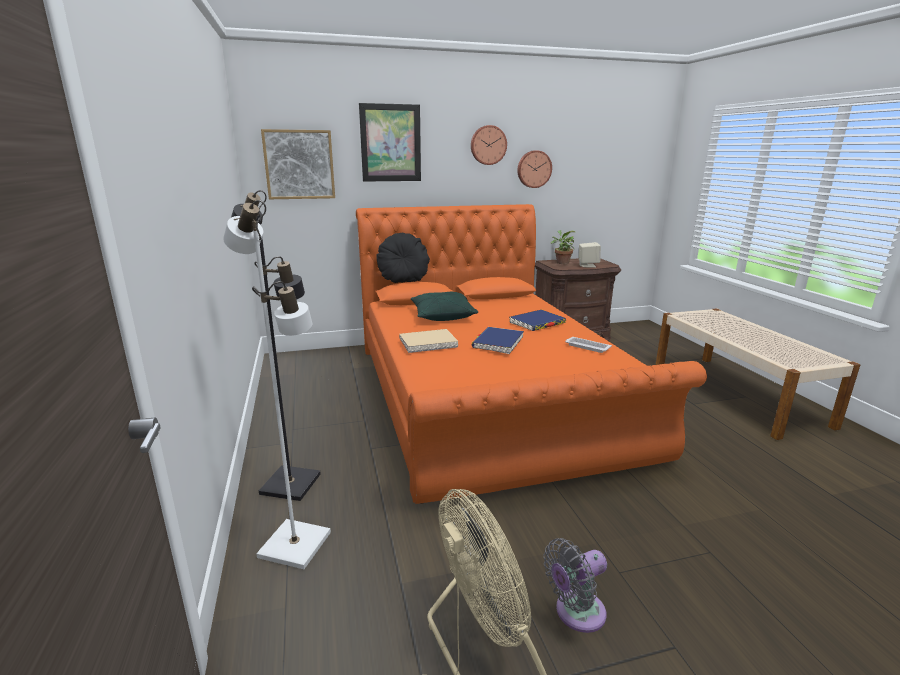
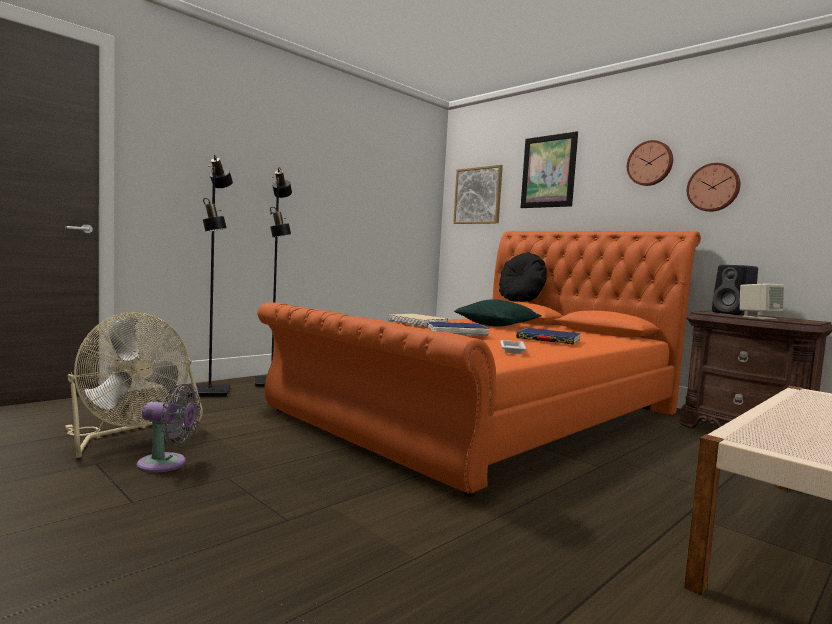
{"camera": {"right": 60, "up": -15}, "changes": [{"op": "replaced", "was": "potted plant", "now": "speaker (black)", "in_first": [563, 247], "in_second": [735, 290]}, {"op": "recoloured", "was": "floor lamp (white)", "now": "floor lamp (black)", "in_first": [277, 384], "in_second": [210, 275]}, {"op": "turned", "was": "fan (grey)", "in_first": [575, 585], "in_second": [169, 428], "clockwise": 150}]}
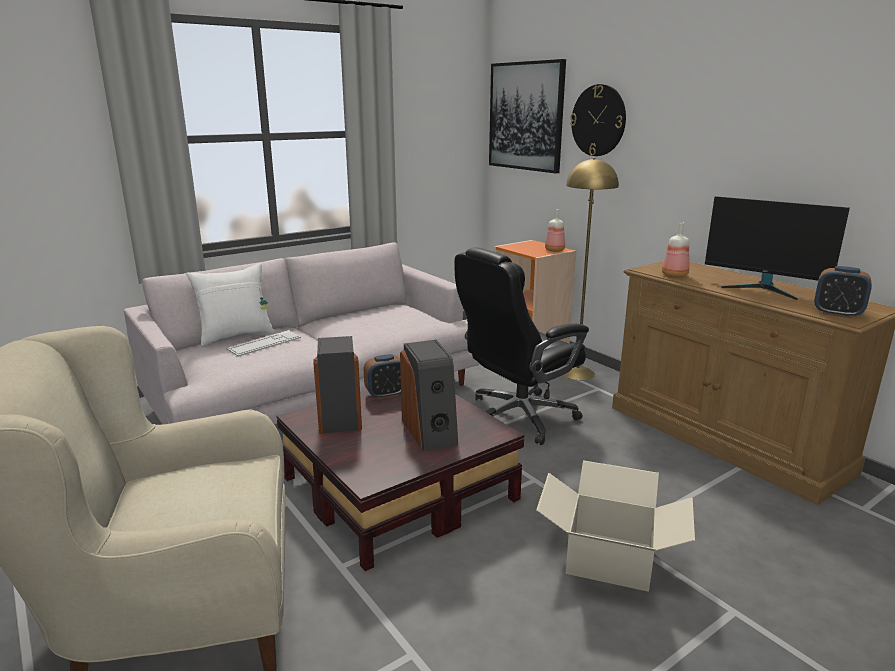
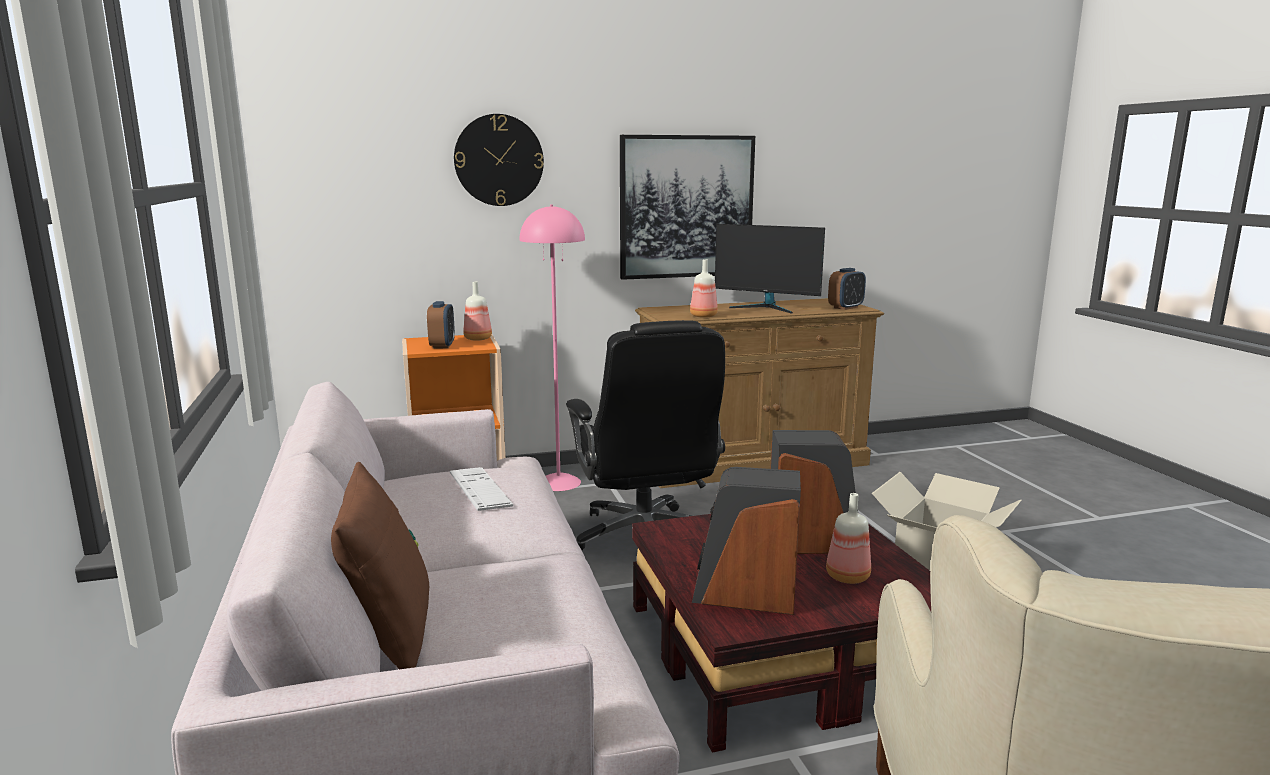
{"camera": {"right": -70, "up": -5}, "changes": [{"op": "added", "now": "bottle", "in_second": [848, 538]}, {"op": "moved", "was": "keyboard", "in_first": [263, 343], "in_second": [481, 489]}, {"op": "moved", "was": "alarm clock", "in_first": [382, 376], "in_second": [441, 324]}, {"op": "moved", "was": "picture", "in_first": [527, 116], "in_second": [687, 207]}, {"op": "recoloured", "was": "pillow (white)", "now": "pillow (brown)", "in_first": [230, 305], "in_second": [380, 565]}, {"op": "recoloured", "was": "floor lamp (yellow)", "now": "floor lamp (pink)", "in_first": [591, 269], "in_second": [552, 348]}, {"op": "turned", "was": "monitor", "in_first": [777, 248], "in_second": [770, 269], "clockwise": 60}]}
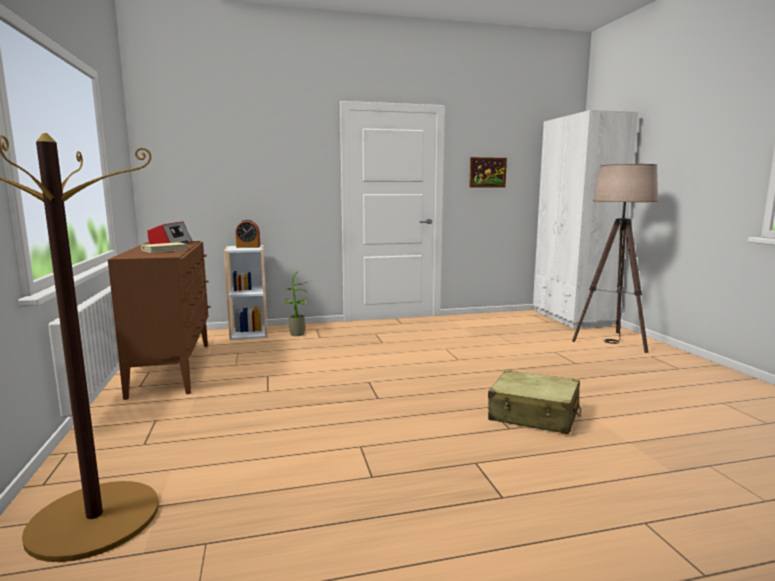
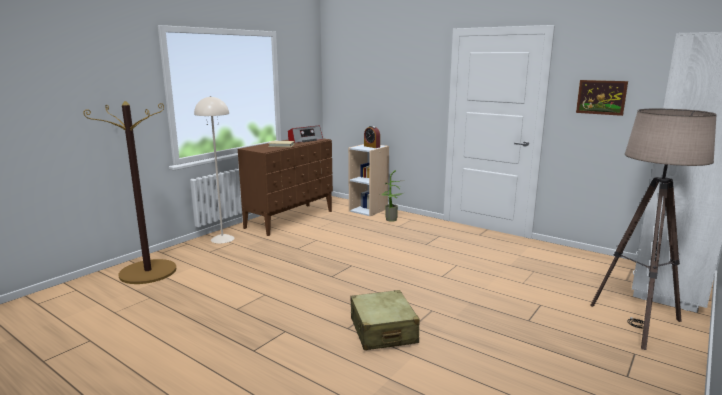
{"camera": {"right": 50, "up": 5}, "changes": [{"op": "added", "now": "floor lamp (beige)", "in_second": [214, 169]}]}
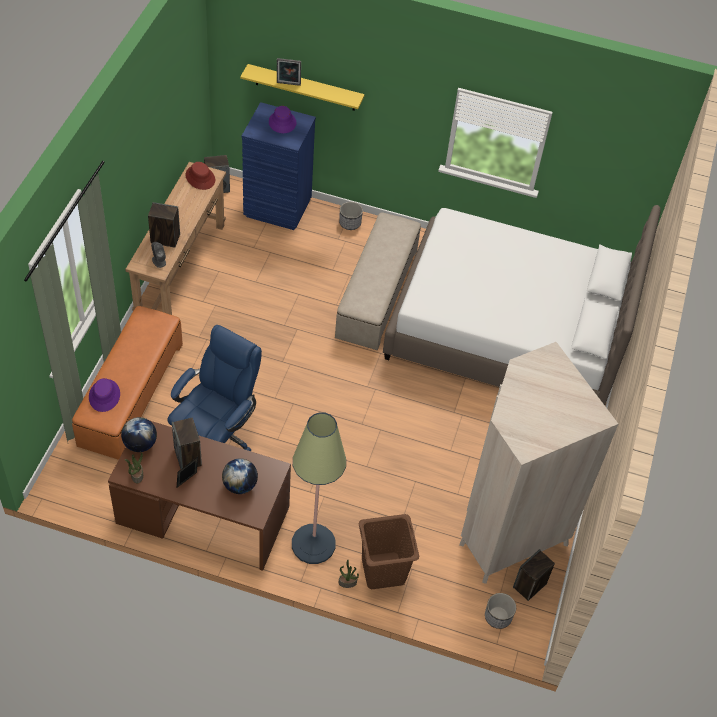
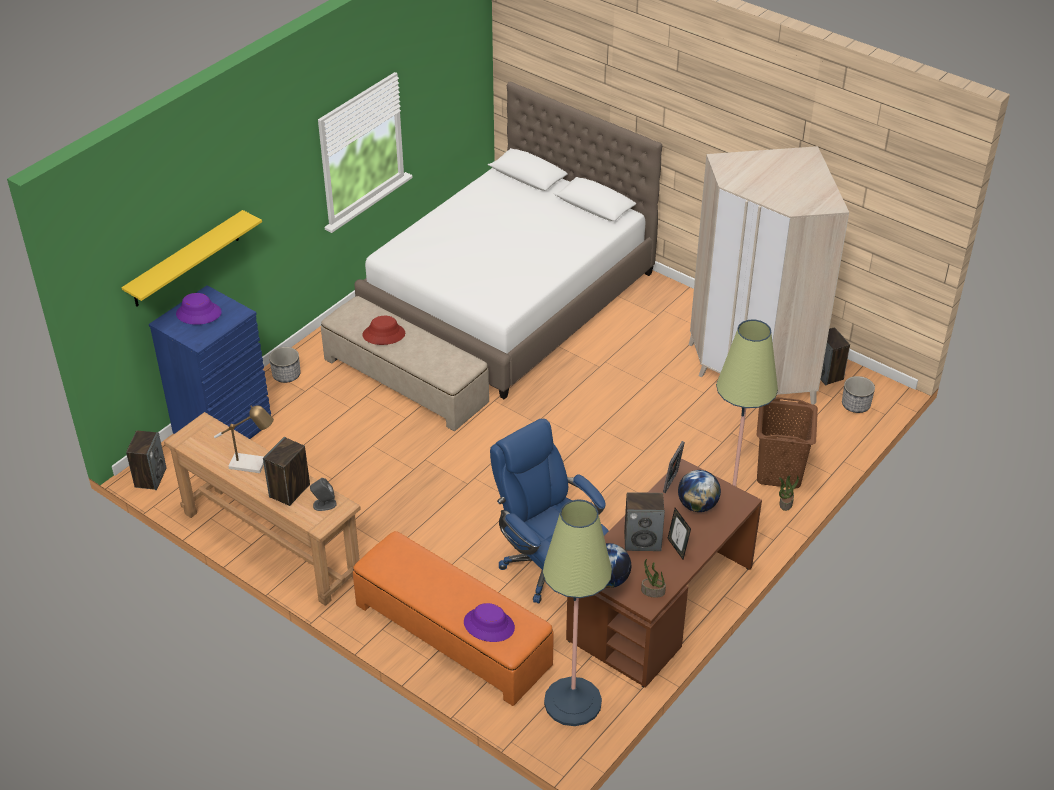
{"camera": {"right": -65, "up": -10}, "changes": [{"op": "added", "now": "table lamp", "in_second": [244, 439]}, {"op": "added", "now": "floor lamp", "in_second": [577, 612]}, {"op": "moved", "was": "hat (red)", "in_first": [200, 176], "in_second": [383, 330]}, {"op": "moved", "was": "picture frame", "in_first": [289, 72], "in_second": [674, 467]}]}
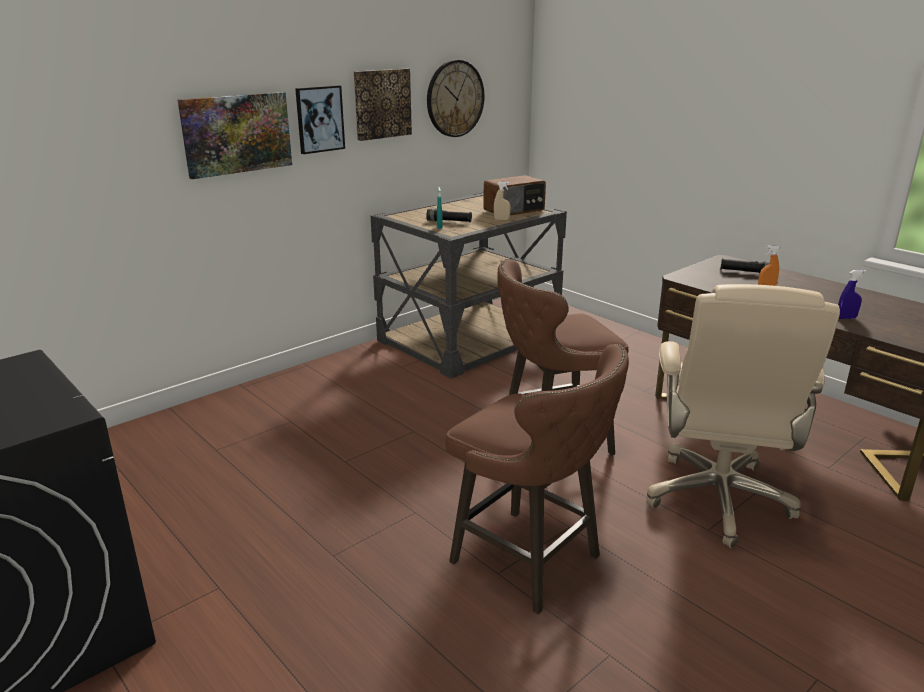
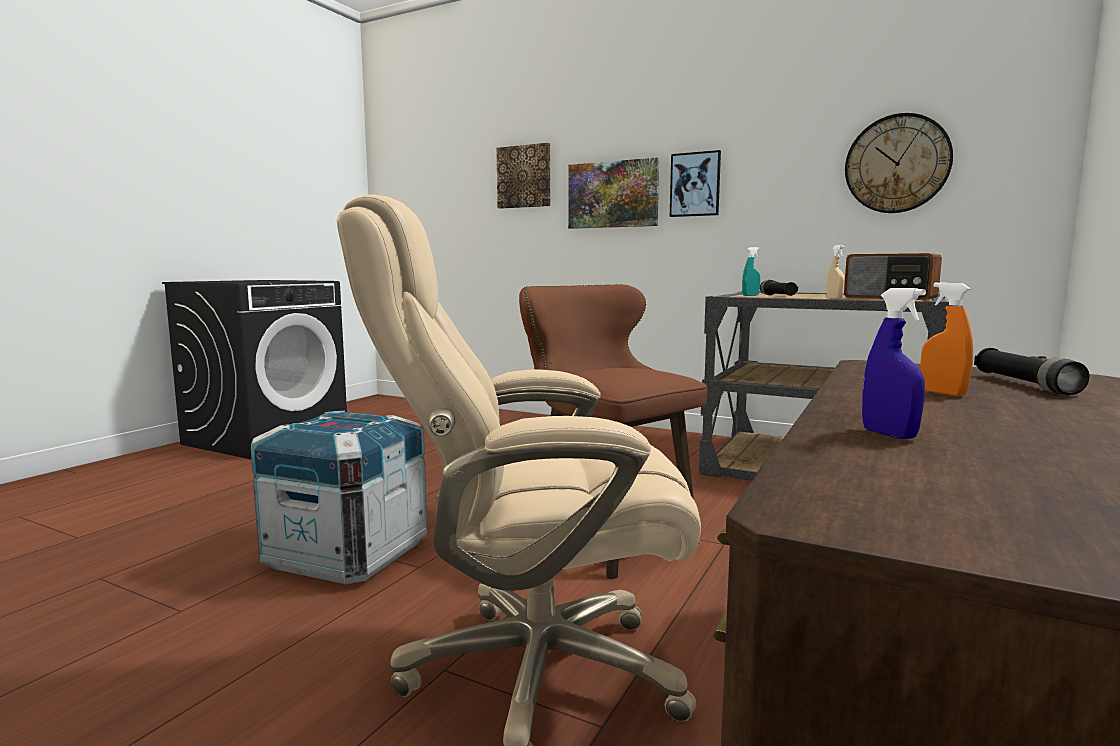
{"camera": {"right": 70, "up": -15}, "changes": [{"op": "moved", "was": "picture", "in_first": [383, 104], "in_second": [524, 176]}, {"op": "replaced", "was": "stool (brown)", "now": "crate", "in_first": [537, 479], "in_second": [339, 498]}]}
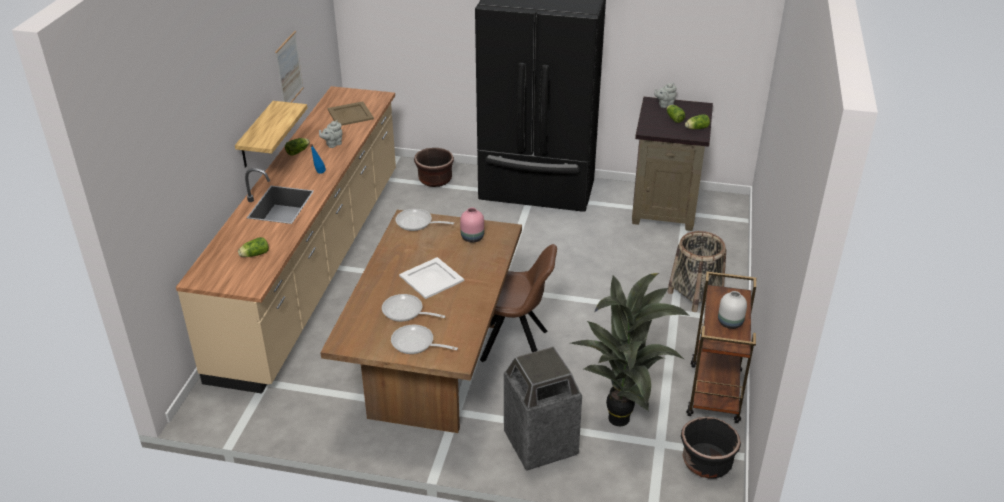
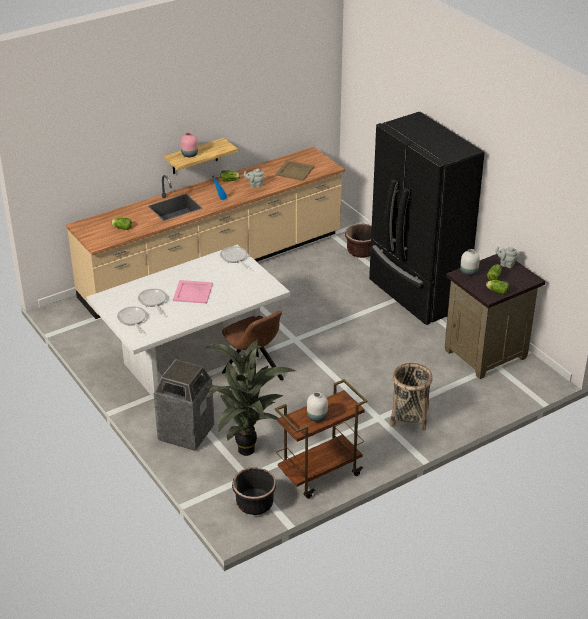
{"camera": {"right": 45, "up": 0}, "changes": [{"op": "removed", "was": "picture", "in_first": [289, 67]}, {"op": "added", "now": "vase (white)", "in_second": [470, 262]}, {"op": "moved", "was": "vase (pink)", "in_first": [472, 225], "in_second": [189, 144]}, {"op": "recoloured", "was": "dining table (brown)", "now": "dining table (white)", "in_first": [421, 321], "in_second": [188, 321]}, {"op": "recoloured", "was": "tray (white)", "now": "tray (pink)", "in_first": [431, 278], "in_second": [193, 292]}]}
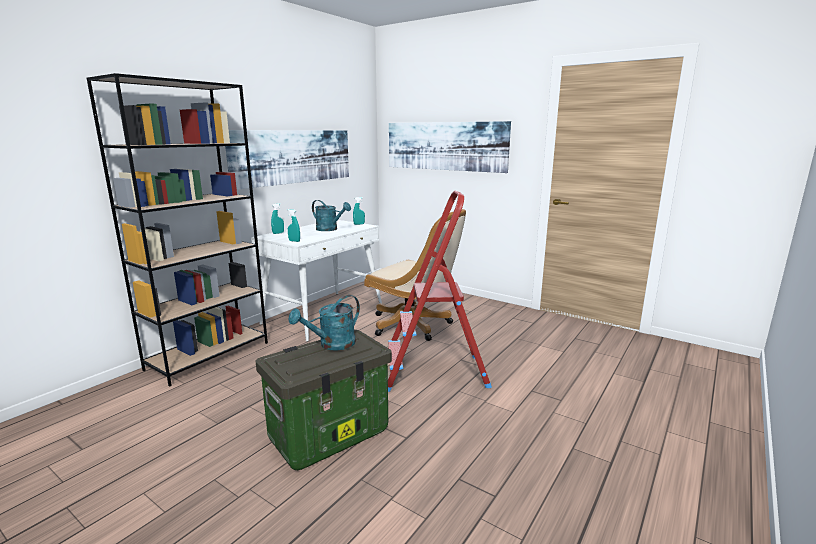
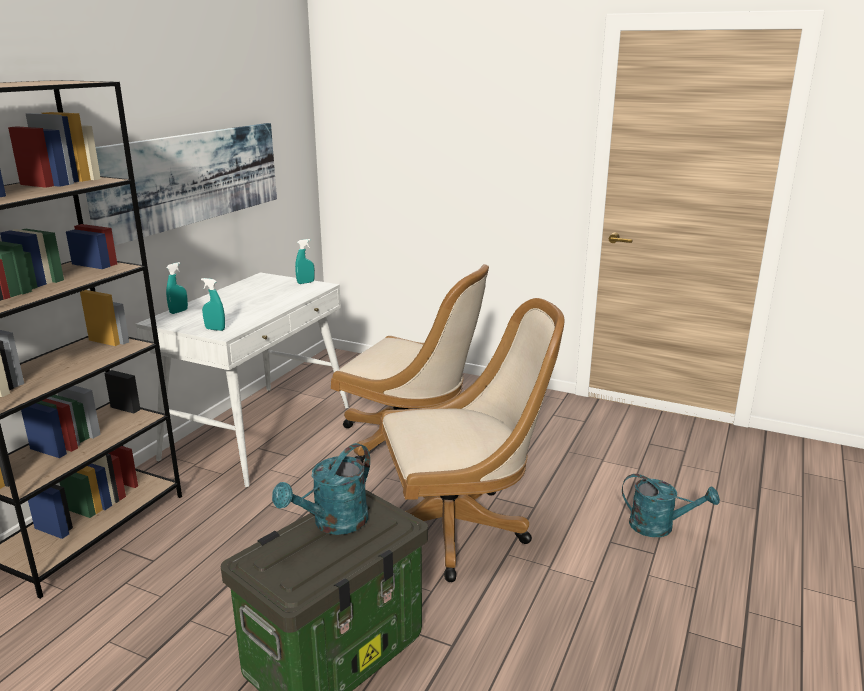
{"camera": {"right": -10, "up": 5}, "changes": [{"op": "removed", "was": "picture", "in_first": [450, 147]}, {"op": "moved", "was": "watering can (turquoise)", "in_first": [331, 215], "in_second": [671, 505]}, {"op": "replaced", "was": "step ladder (red)", "now": "office chair", "in_first": [440, 291], "in_second": [471, 440]}]}
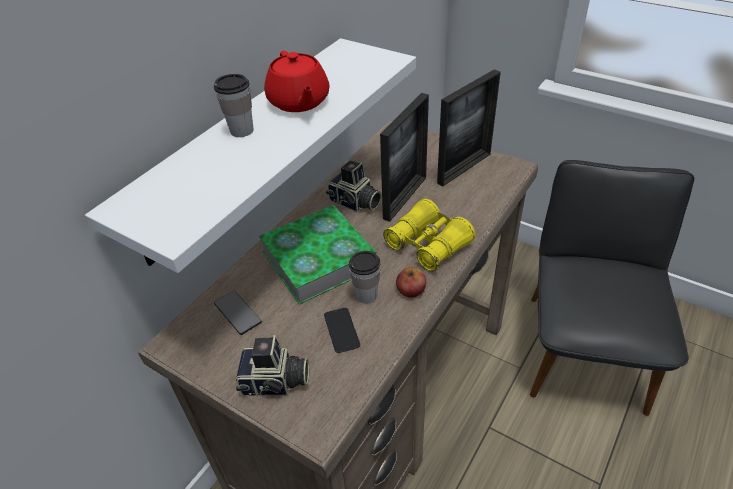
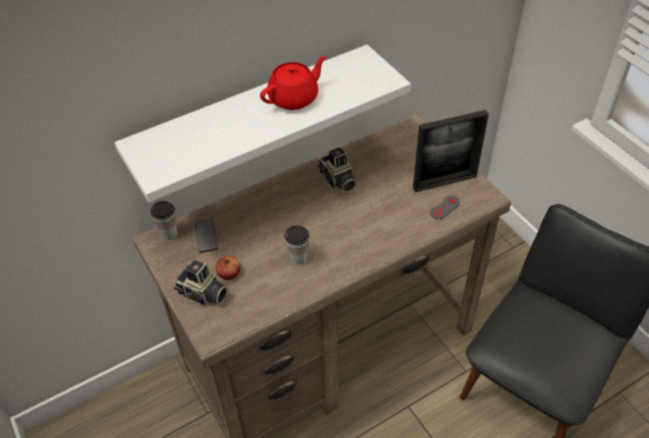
{"camera": {"right": 25, "up": 5}, "changes": [{"op": "removed", "was": "book", "in_first": [318, 255]}, {"op": "removed", "was": "phone", "in_first": [342, 330]}, {"op": "removed", "was": "picture frame", "in_first": [404, 157]}, {"op": "removed", "was": "binoculars (yellow)", "in_first": [429, 235]}, {"op": "added", "now": "game controller (grey)", "in_second": [445, 207]}, {"op": "moved", "was": "cup", "in_first": [234, 105], "in_second": [164, 220]}, {"op": "moved", "was": "apple", "in_first": [411, 282], "in_second": [228, 268]}, {"op": "turned", "was": "teapot (red)", "in_first": [297, 81], "in_second": [293, 83], "clockwise": -135}]}
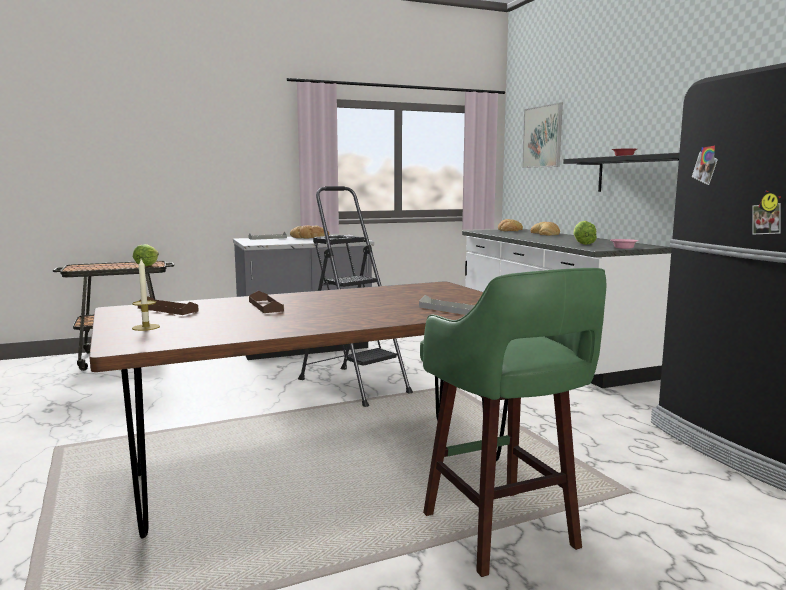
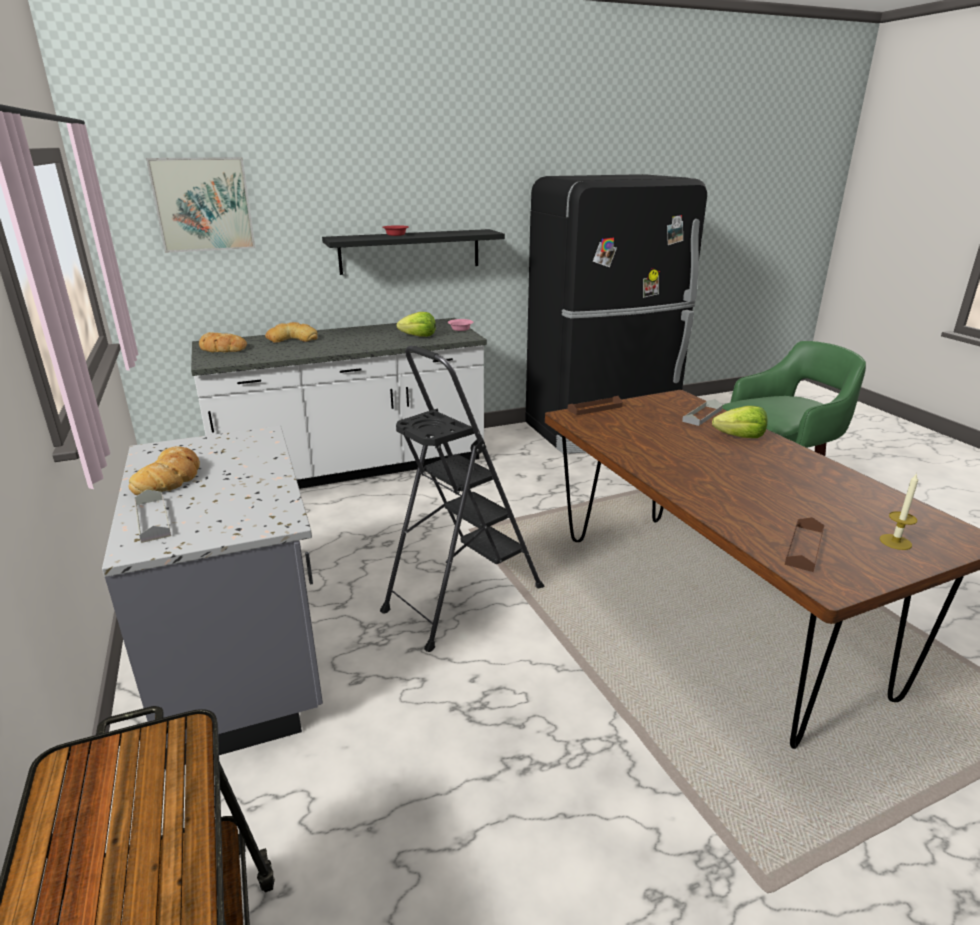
{"camera": {"right": -90, "up": 15}, "changes": [{"op": "moved", "was": "lettuce", "in_first": [146, 255], "in_second": [739, 422]}, {"op": "moved", "was": "tray (brown)", "in_first": [266, 302], "in_second": [595, 406]}]}
